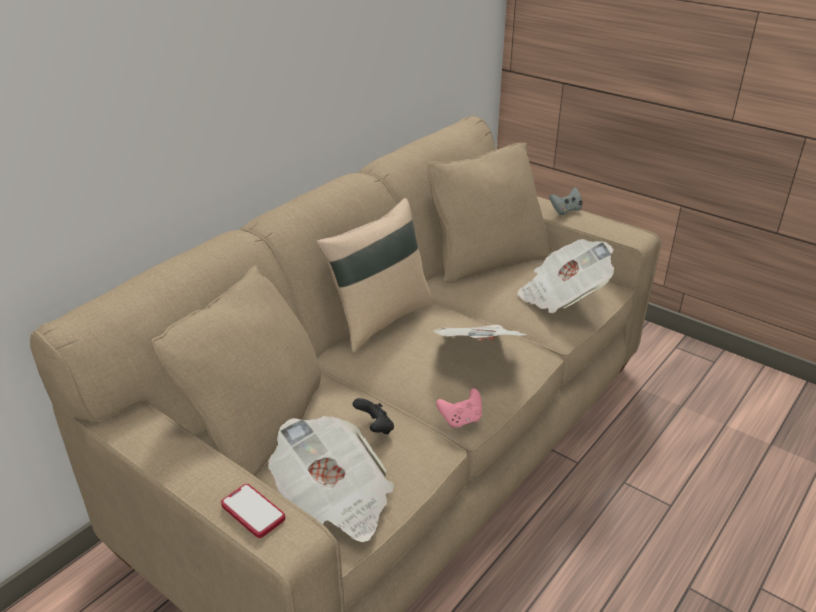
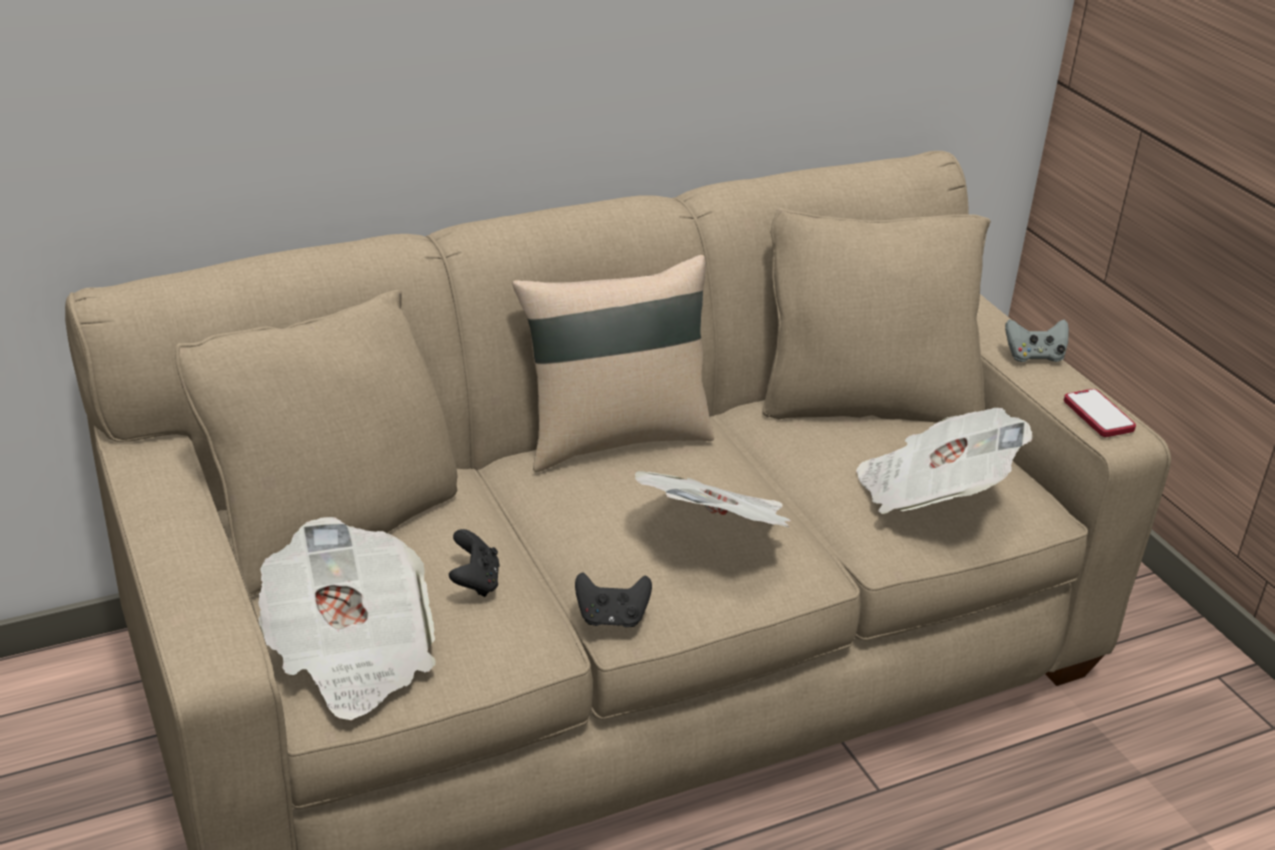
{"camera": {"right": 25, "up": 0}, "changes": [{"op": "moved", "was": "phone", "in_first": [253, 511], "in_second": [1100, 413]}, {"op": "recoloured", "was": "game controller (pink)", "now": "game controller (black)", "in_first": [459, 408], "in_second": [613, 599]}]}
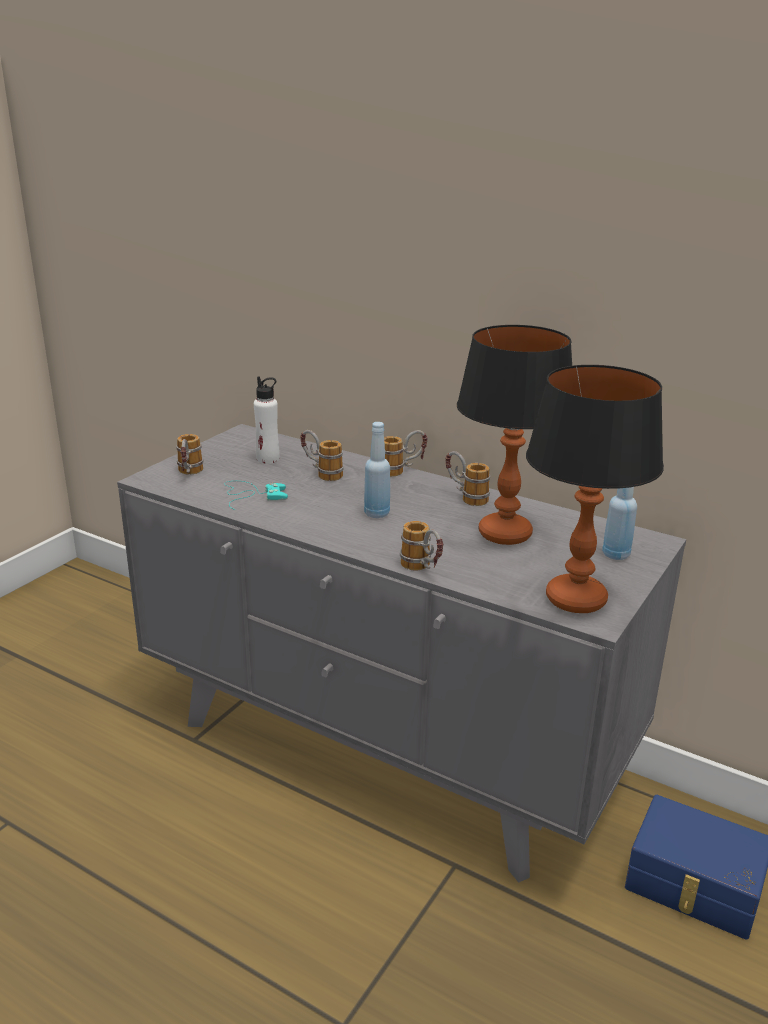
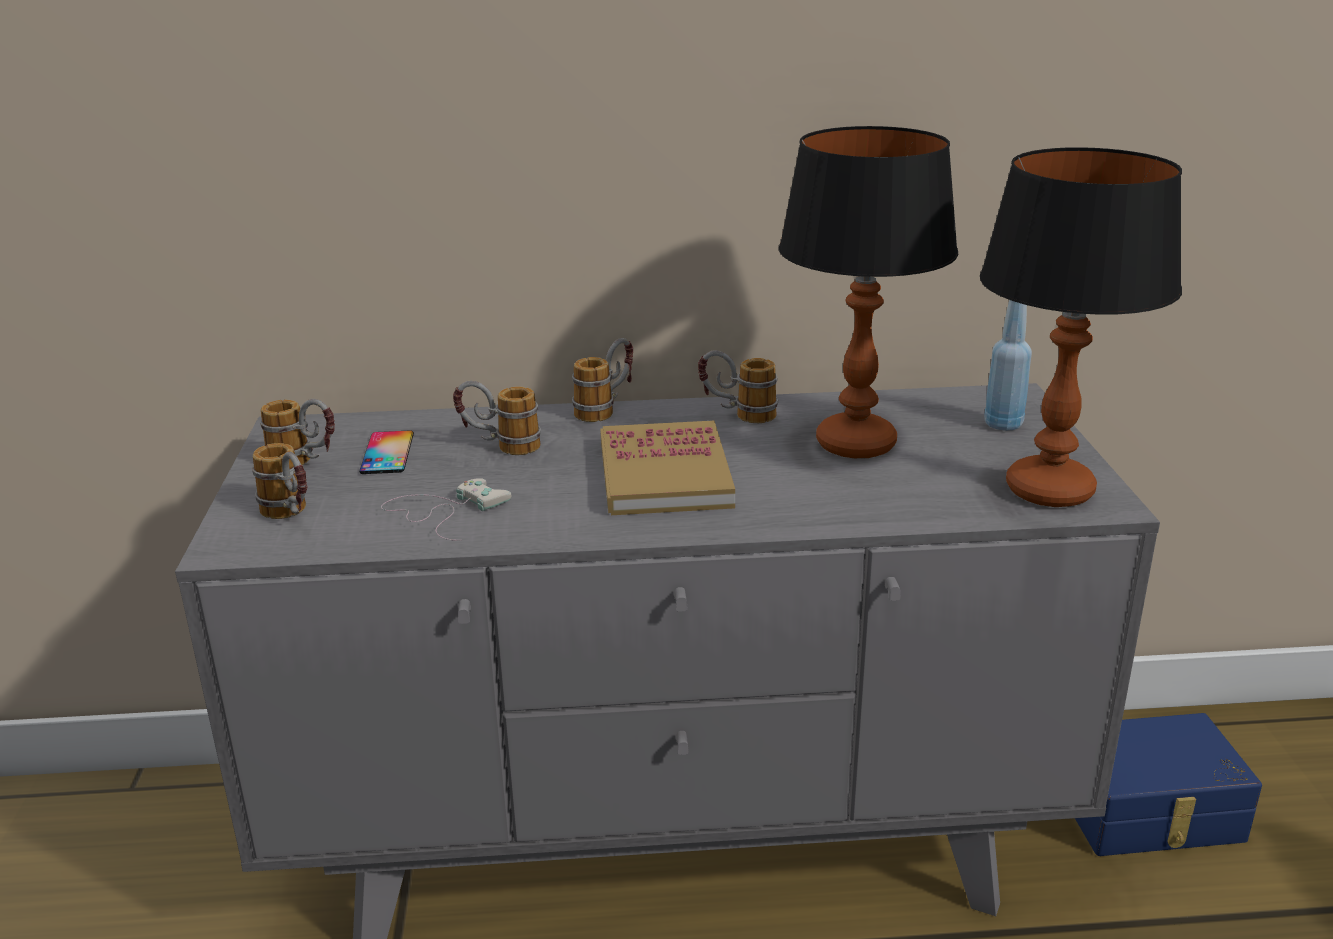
{"camera": {"right": -35, "up": 0}, "changes": [{"op": "moved", "was": "mug", "in_first": [422, 546], "in_second": [297, 432]}, {"op": "replaced", "was": "bottle (white)", "now": "phone", "in_first": [267, 420], "in_second": [386, 452]}, {"op": "replaced", "was": "bottle (blue)", "now": "book", "in_first": [377, 470], "in_second": [667, 468]}, {"op": "recoloured", "was": "game controller (turquoise)", "now": "game controller (white)", "in_first": [256, 495], "in_second": [446, 509]}]}
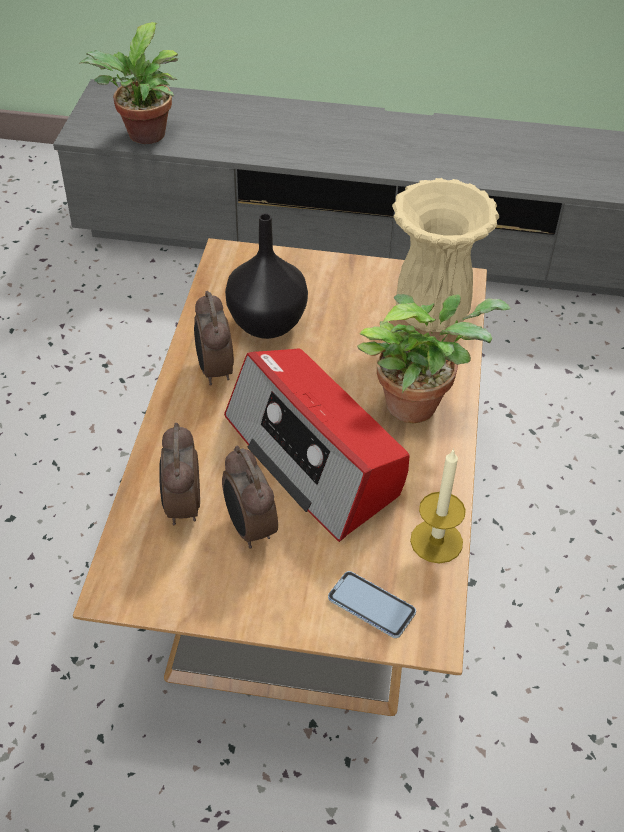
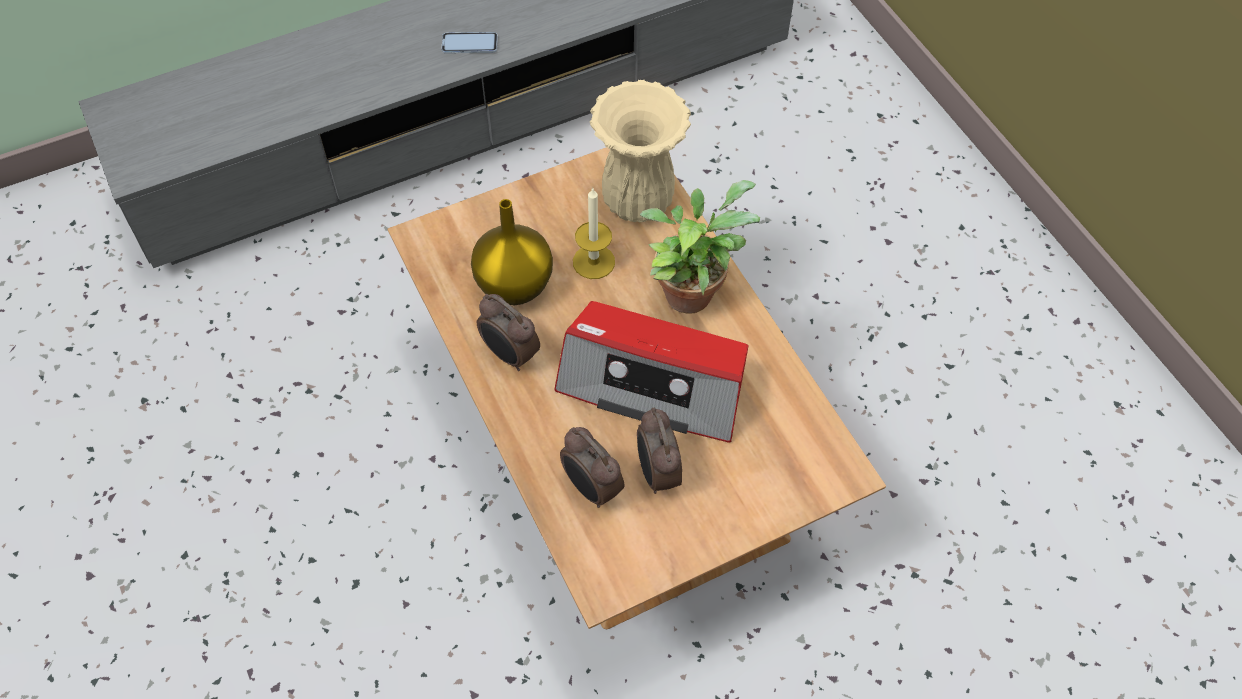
{"camera": {"right": -35, "up": 10}, "changes": [{"op": "removed", "was": "potted plant", "in_first": [128, 83]}, {"op": "moved", "was": "phone", "in_first": [372, 604], "in_second": [470, 42]}, {"op": "moved", "was": "candle", "in_first": [438, 505], "in_second": [594, 233]}, {"op": "recoloured", "was": "vase (black)", "now": "vase (yellow)", "in_first": [266, 276], "in_second": [512, 252]}, {"op": "turned", "was": "alarm clock", "in_first": [250, 497], "in_second": [659, 451], "clockwise": 45}]}
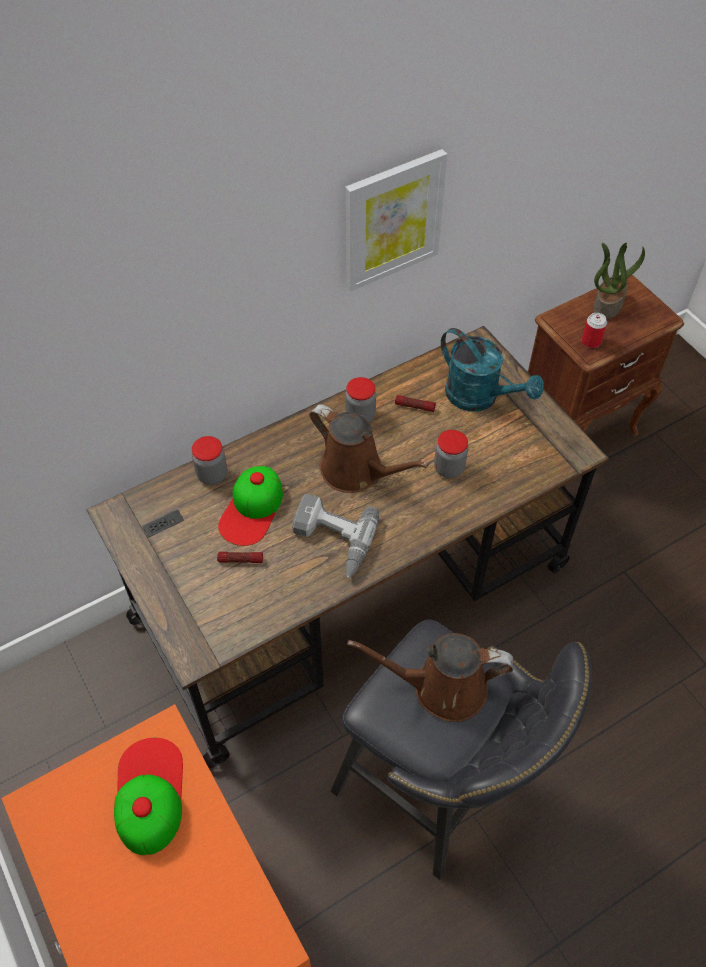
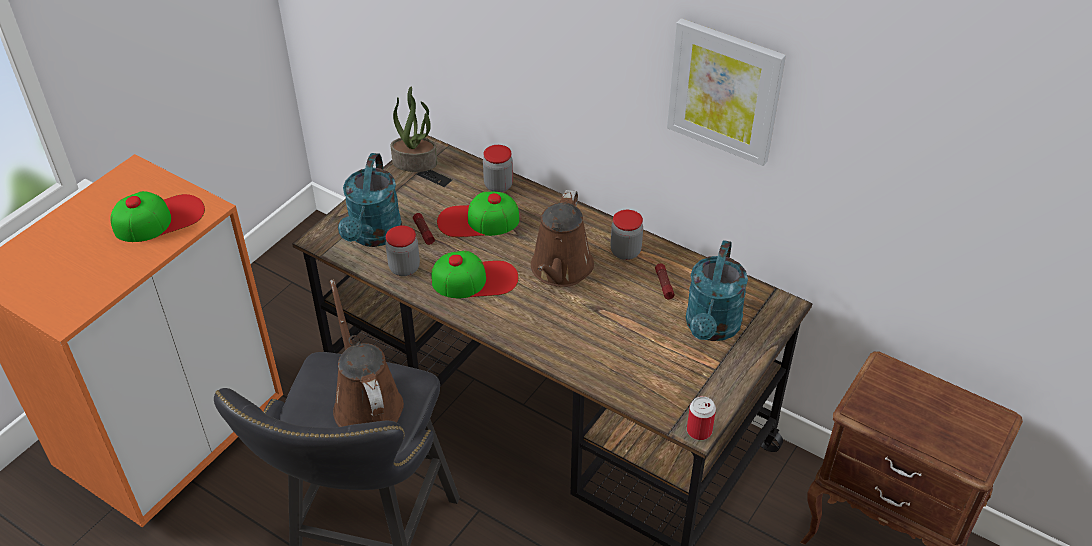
{"camera": {"right": 65, "up": -10}, "changes": [{"op": "added", "now": "watering can (turquoise)", "in_second": [370, 200]}, {"op": "moved", "was": "jar", "in_first": [451, 454], "in_second": [402, 251]}, {"op": "moved", "was": "can", "in_first": [594, 330], "in_second": [701, 418]}, {"op": "moved", "was": "potted plant", "in_first": [619, 281], "in_second": [414, 129]}, {"op": "replaced", "was": "power drill", "now": "cap", "in_first": [335, 536], "in_second": [475, 274]}]}
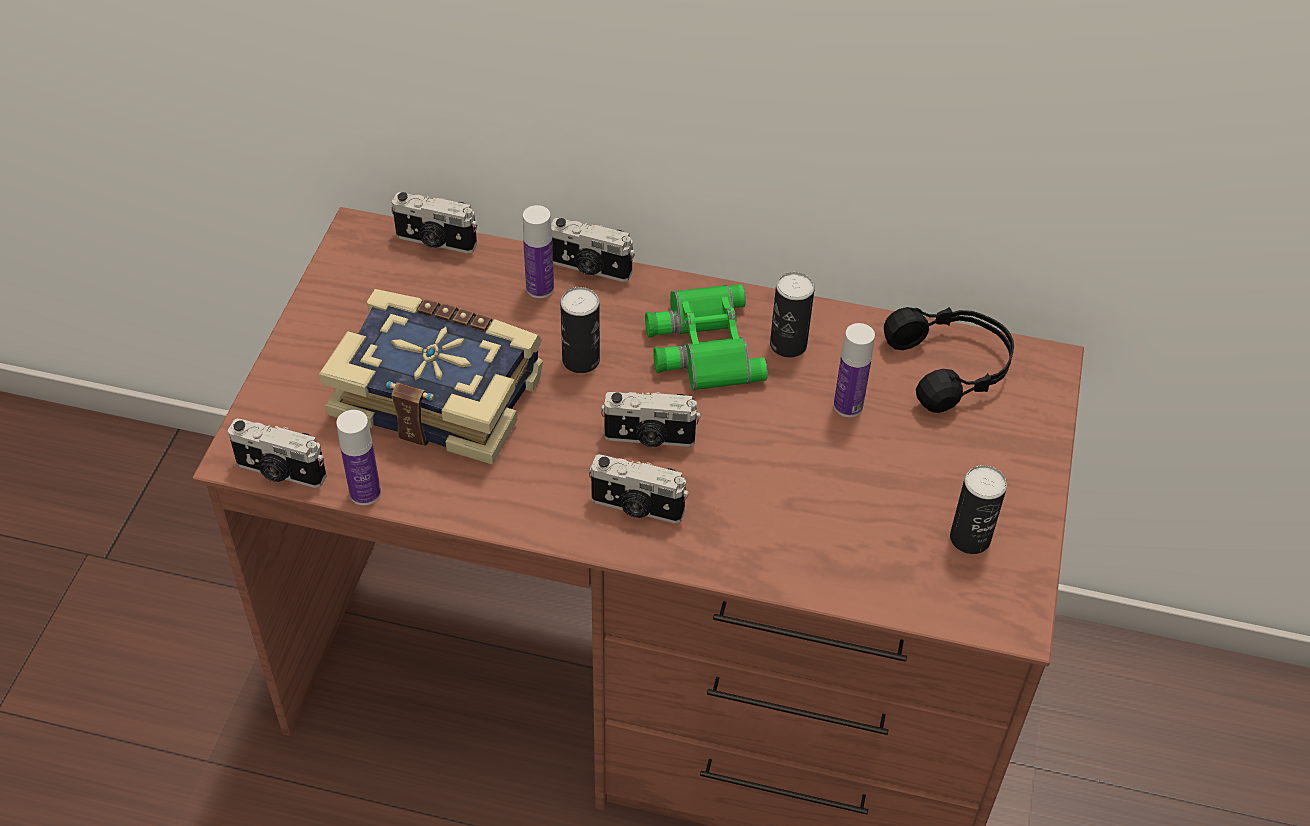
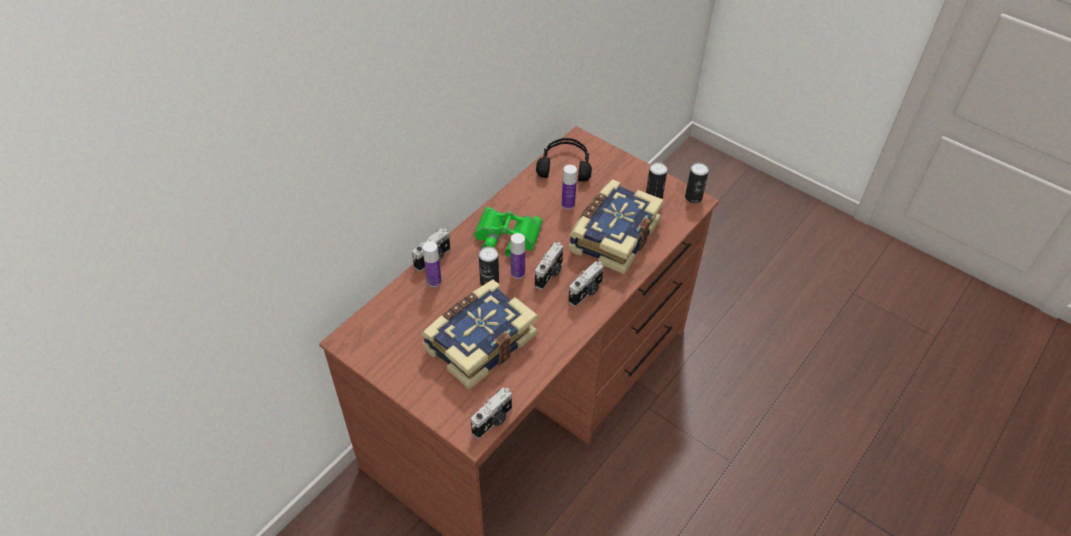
{"camera": {"right": -65, "up": 0}, "changes": [{"op": "removed", "was": "photo camera", "in_first": [434, 223]}, {"op": "added", "now": "book", "in_second": [616, 227]}, {"op": "moved", "was": "bottle", "in_first": [358, 457], "in_second": [517, 256]}, {"op": "moved", "was": "can", "in_first": [792, 315], "in_second": [697, 183]}]}
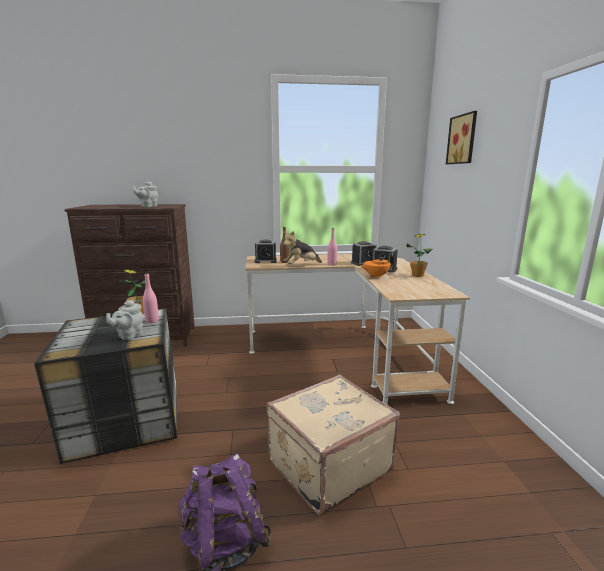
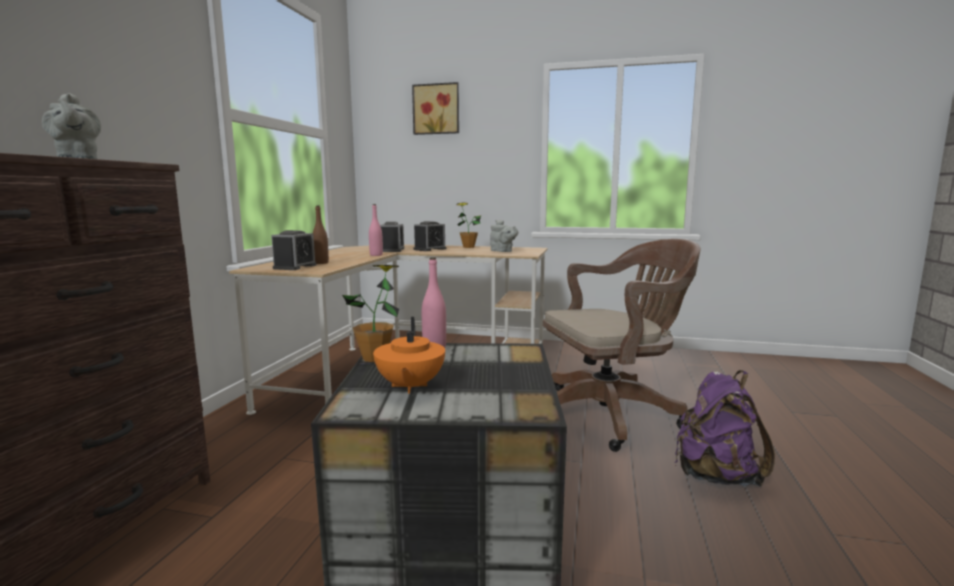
{"camera": {"right": -70, "up": -5}, "changes": [{"op": "removed", "was": "plush toy", "in_first": [302, 247]}, {"op": "moved", "was": "teapot (grey)", "in_first": [124, 319], "in_second": [504, 236]}, {"op": "moved", "was": "teapot (orange)", "in_first": [376, 265], "in_second": [409, 355]}, {"op": "replaced", "was": "suitcase (beige)", "now": "office chair (brown)", "in_first": [333, 445], "in_second": [621, 345]}]}
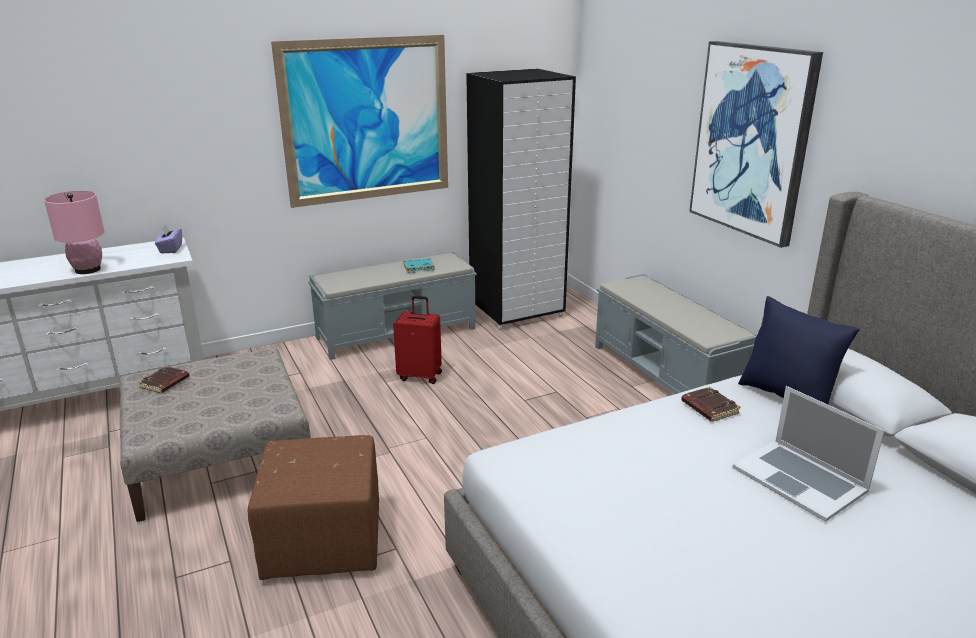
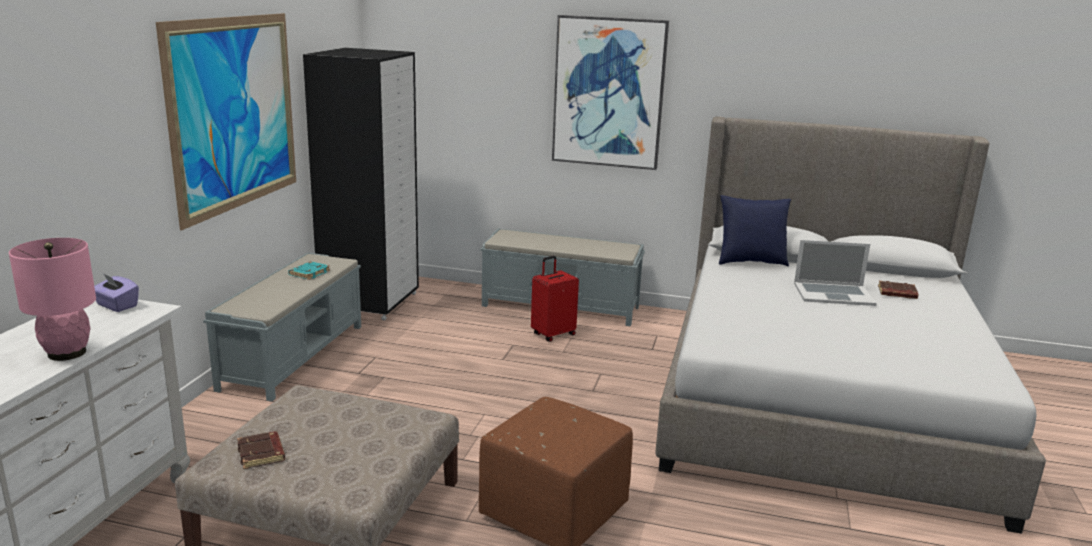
{"camera": {"right": -50, "up": -5}, "changes": [{"op": "moved", "was": "suitcase (red)", "in_first": [417, 340], "in_second": [555, 299]}, {"op": "moved", "was": "book (brown)", "in_first": [711, 404], "in_second": [898, 290]}]}
